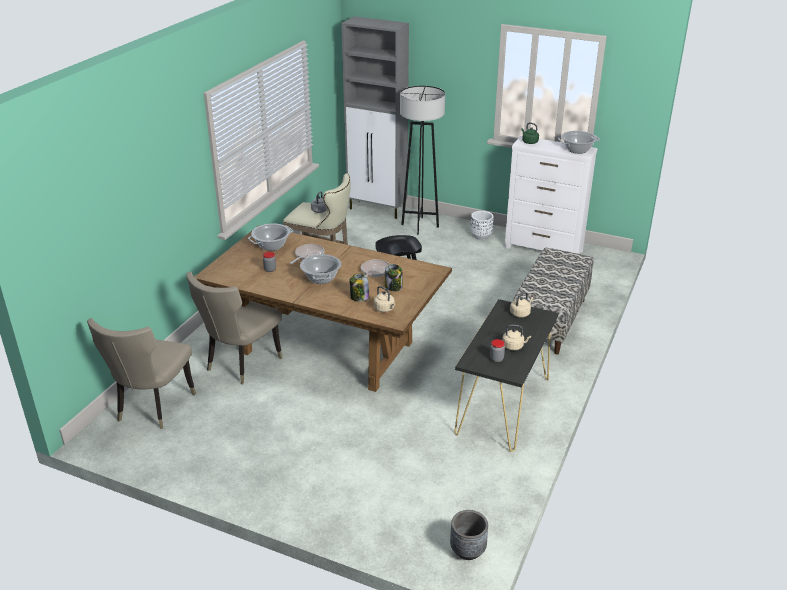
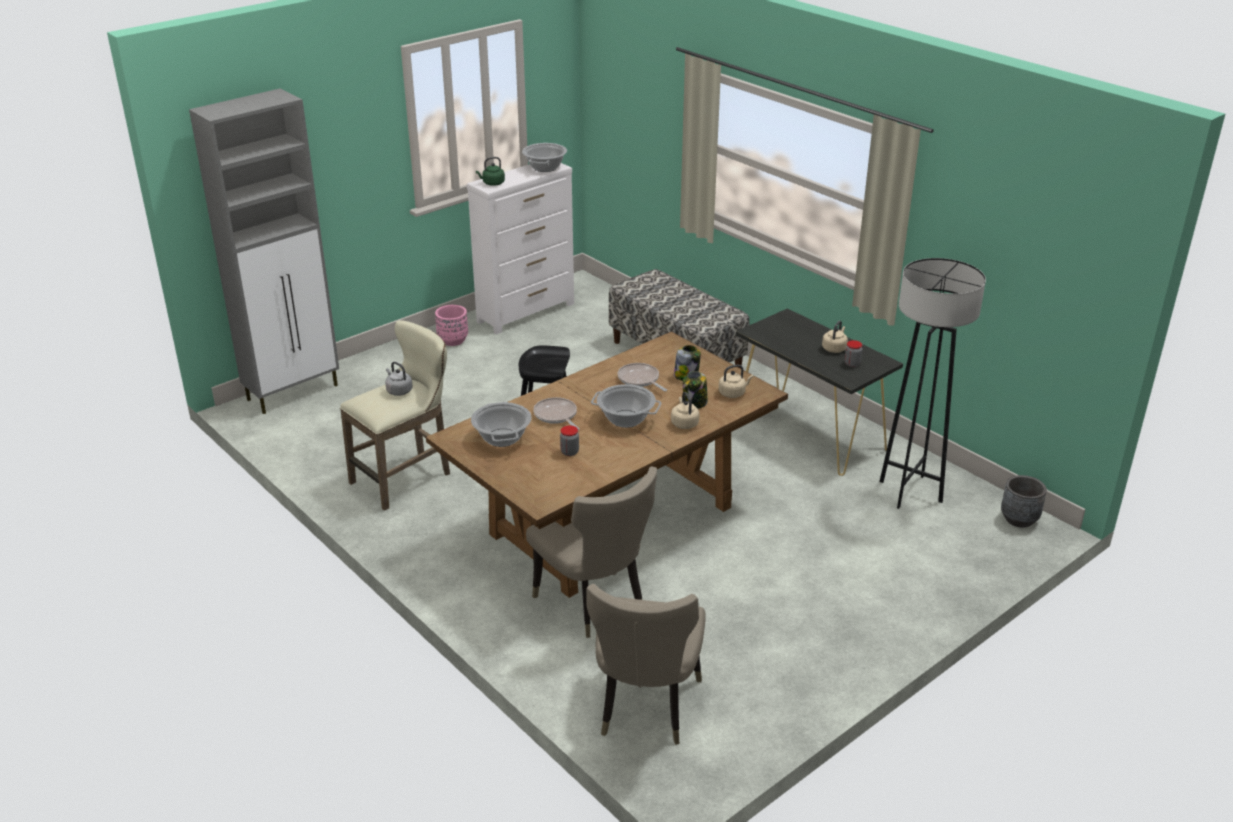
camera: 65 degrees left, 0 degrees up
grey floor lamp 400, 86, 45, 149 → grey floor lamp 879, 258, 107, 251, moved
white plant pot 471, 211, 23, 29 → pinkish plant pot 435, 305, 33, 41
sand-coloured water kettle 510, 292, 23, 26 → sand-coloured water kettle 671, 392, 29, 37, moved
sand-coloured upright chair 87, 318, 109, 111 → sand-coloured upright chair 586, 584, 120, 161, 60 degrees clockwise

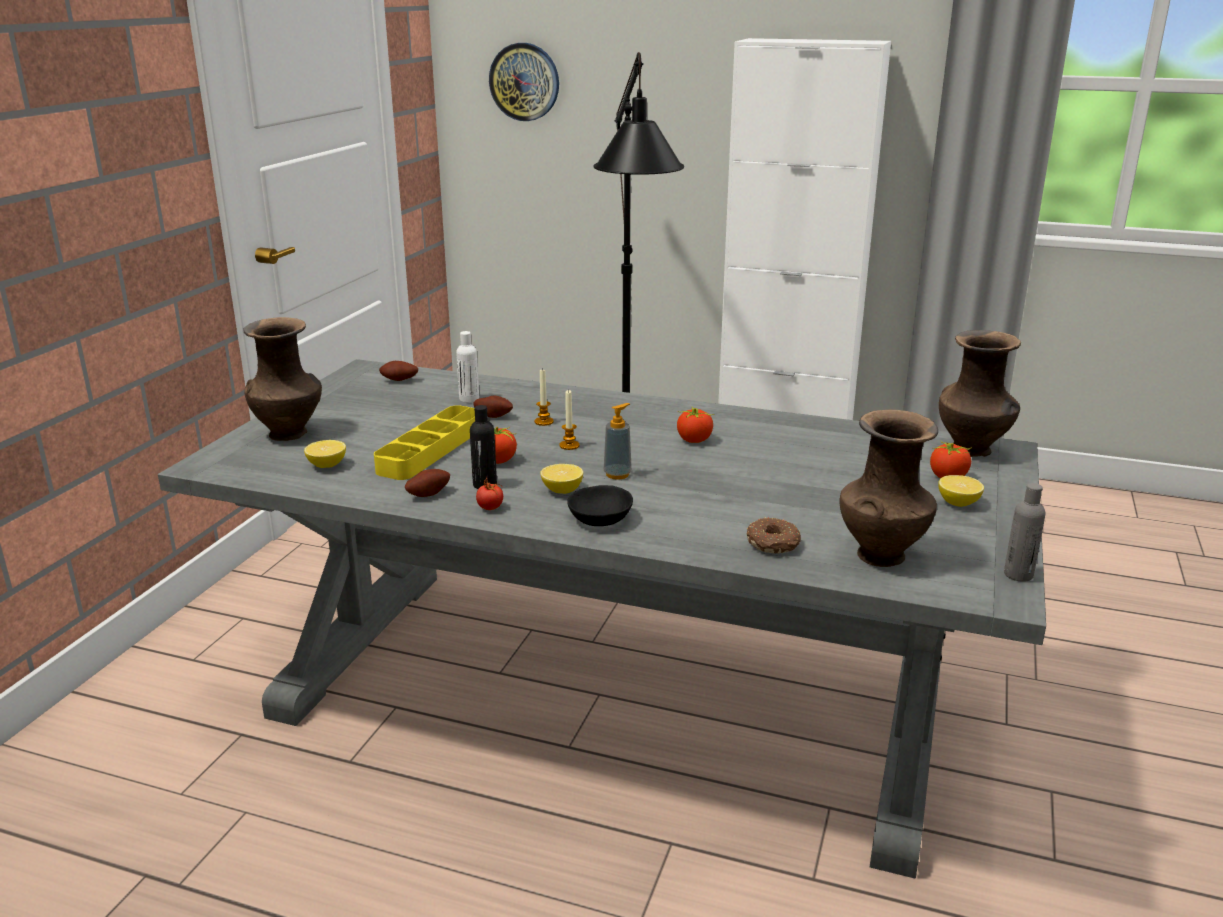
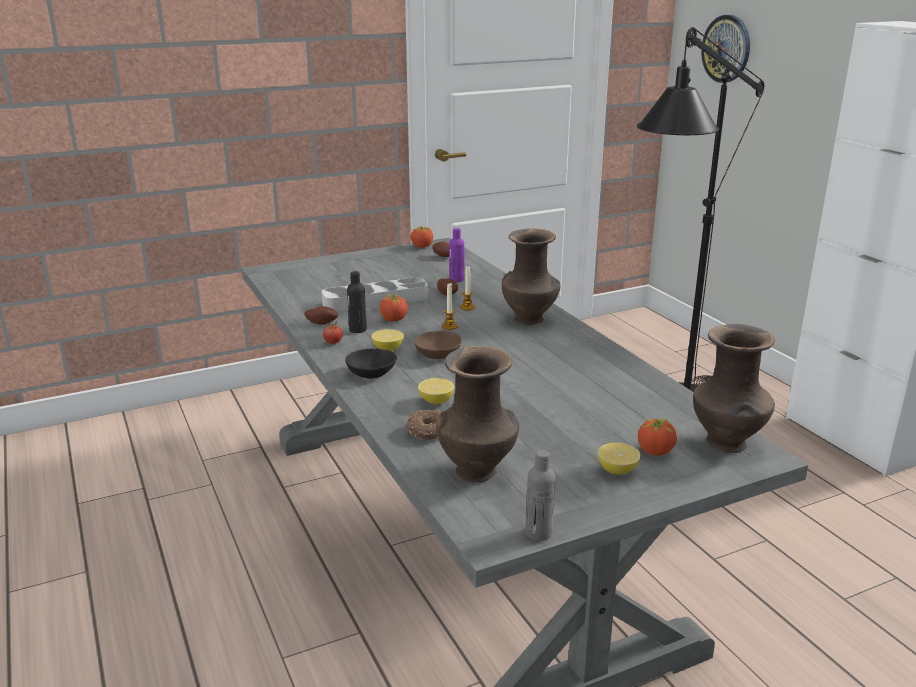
camera: 45 degrees right, 0 degrees up
brown decorative vase 243, 317, 79, 124 → brown decorative vase 502, 229, 59, 96, moved
white bottle 456, 331, 23, 72 → purplish bottle 449, 228, 15, 54
soap bottle 604, 403, 28, 77 → brown bowl 414, 331, 48, 28
yellow-coloured carrying tray 374, 405, 101, 75 → grey carrying tray 322, 278, 106, 33
fresh tomato 677, 407, 38, 36 → fresh tomato 409, 226, 24, 22, moved
citrus fruit 304, 440, 42, 28 → citrus fruit 418, 378, 36, 26, moved

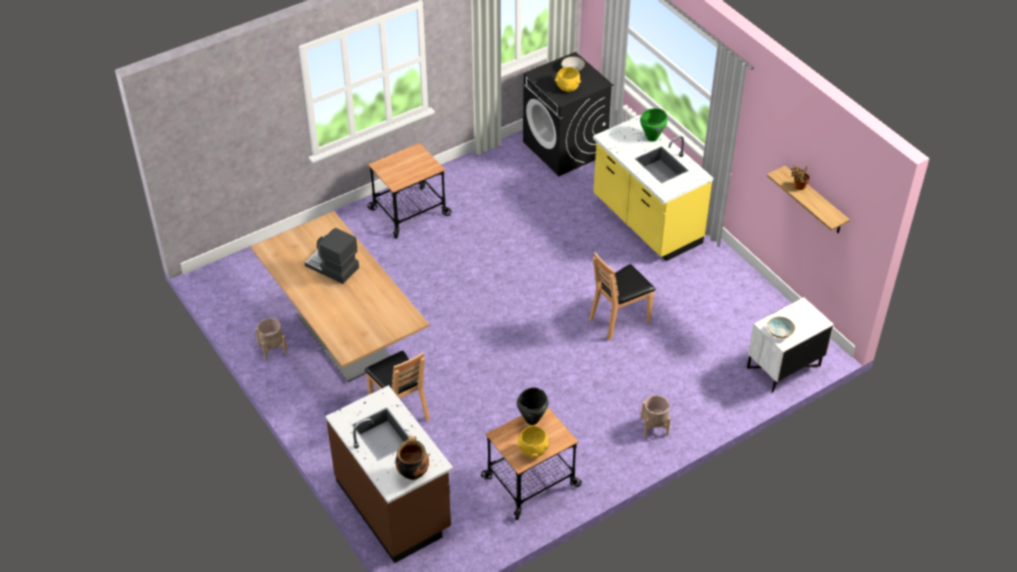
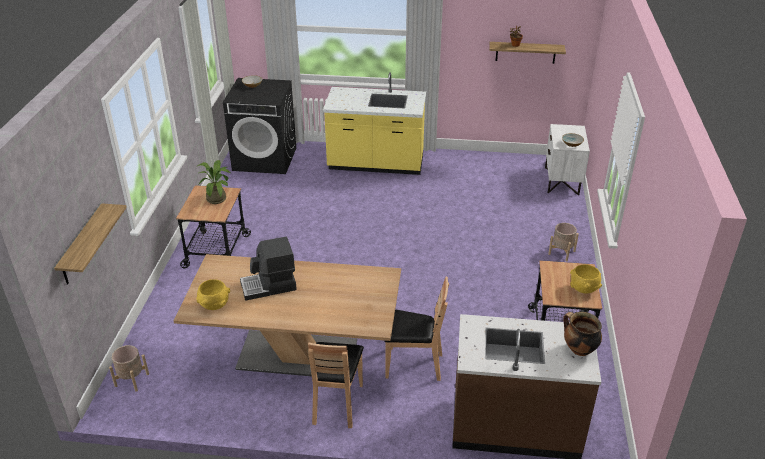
camera: 50 degrees left, 10 degrees down
yellow-coloured bowl 555, 67, 26, 25 → yellow-coloured bowl 196, 279, 34, 31, moved
greenish cooking pot 640, 108, 28, 34 → -
brown upright chair 589, 252, 67, 89 → brown upright chair 308, 342, 56, 86, moved
sand-coloured plant pot 256, 318, 32, 42 → sand-coloured plant pot 109, 345, 40, 47, moved
blackish cooking pot 517, 388, 31, 37 → -
- → houseplant 197, 160, 33, 44
- → wall shelf 54, 203, 73, 82

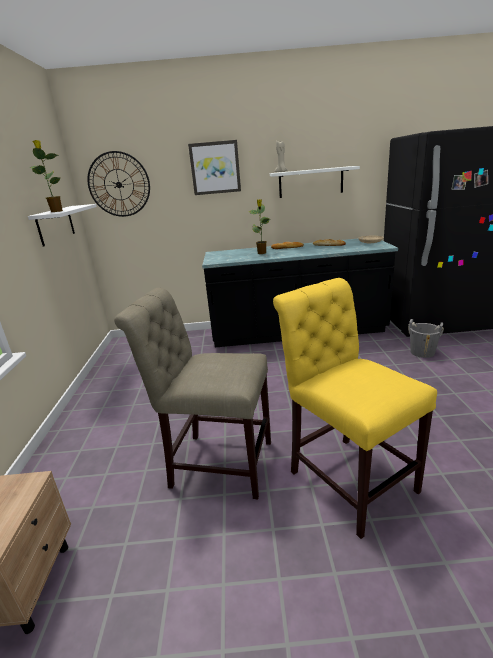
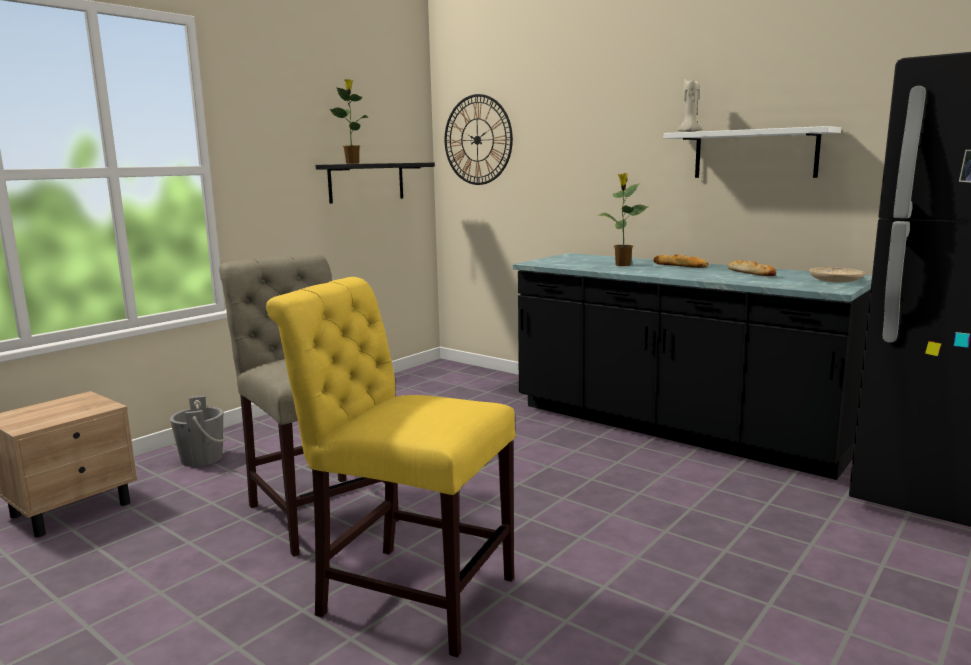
camera: 40 degrees right, 10 degrees down
wall picture 188, 140, 53, 55 → -
white wall shelf 28, 204, 69, 43 → blackish wall shelf 315, 163, 120, 41
yellow-coloured upright chair 273, 278, 164, 261 → yellow-coloured upright chair 266, 277, 250, 380, 75 degrees counterclockwise
grey pail 408, 319, 36, 39 → grey pail 170, 396, 56, 71, moved

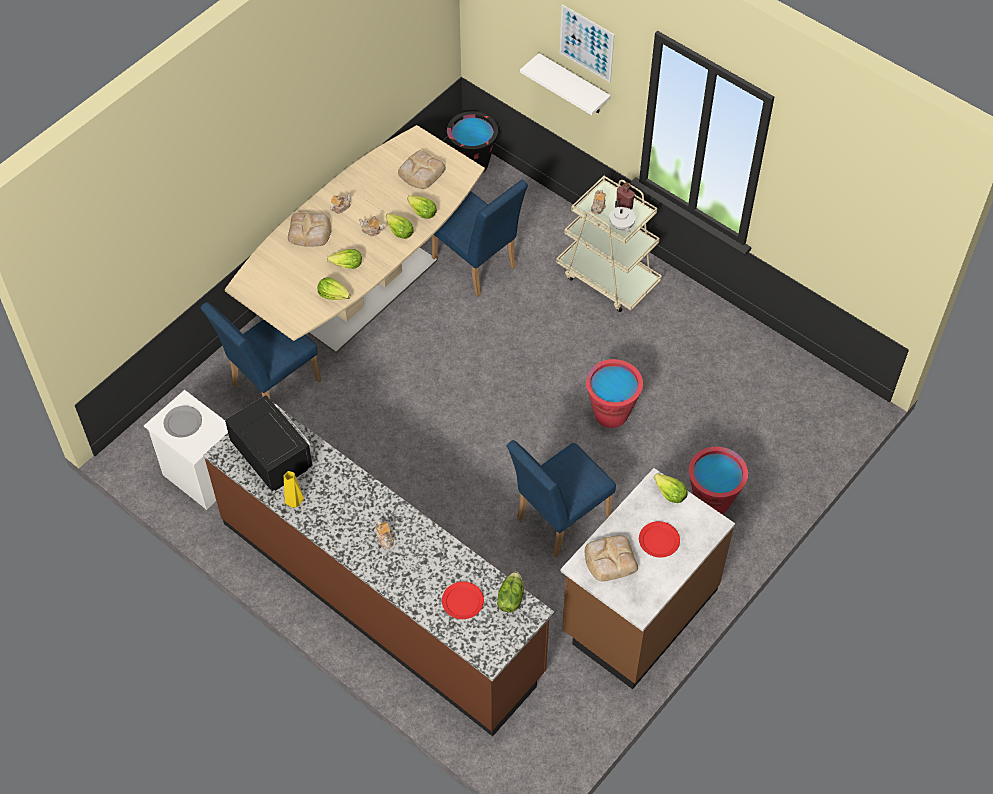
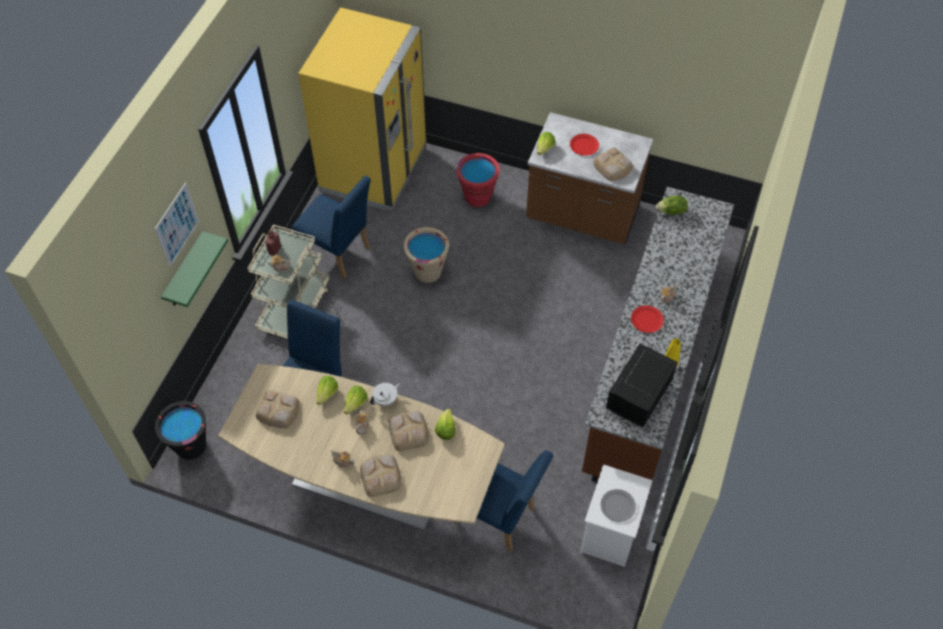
camera: 110 degrees left, 0 degrees up
white wall shelf 520, 53, 91, 62 → greenish wall shelf 161, 231, 67, 76
white tea pot 609, 200, 27, 32 → white tea pot 370, 383, 31, 23, moved
lettuce 327, 249, 35, 20 → baked bread 388, 411, 41, 40
reddish pail 586, 359, 57, 69 → sand-coloured pail 404, 227, 45, 56
blue upright chair 506, 440, 110, 118 → blue upright chair 292, 176, 79, 103, moved
reddish plate 442, 582, 42, 37 → reddish plate 631, 305, 33, 28, moved
- → yellow-coloured fridge 298, 7, 129, 204

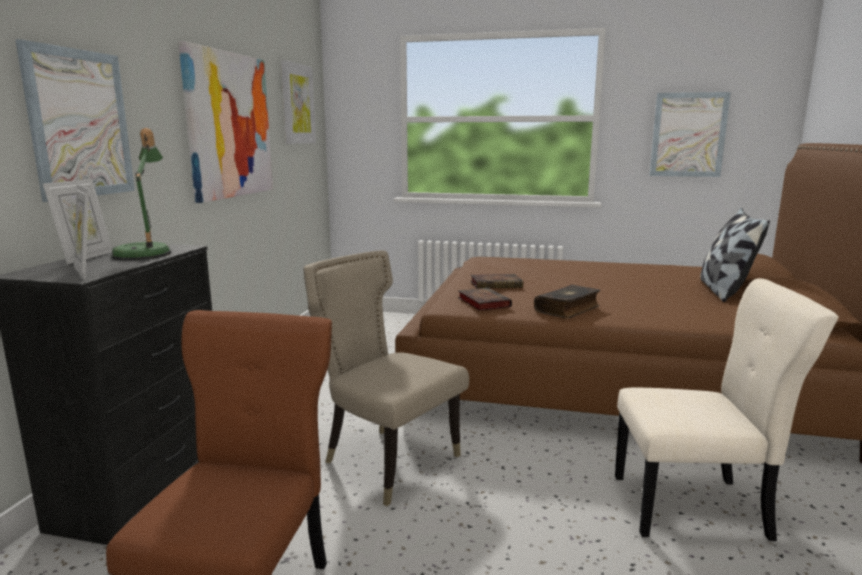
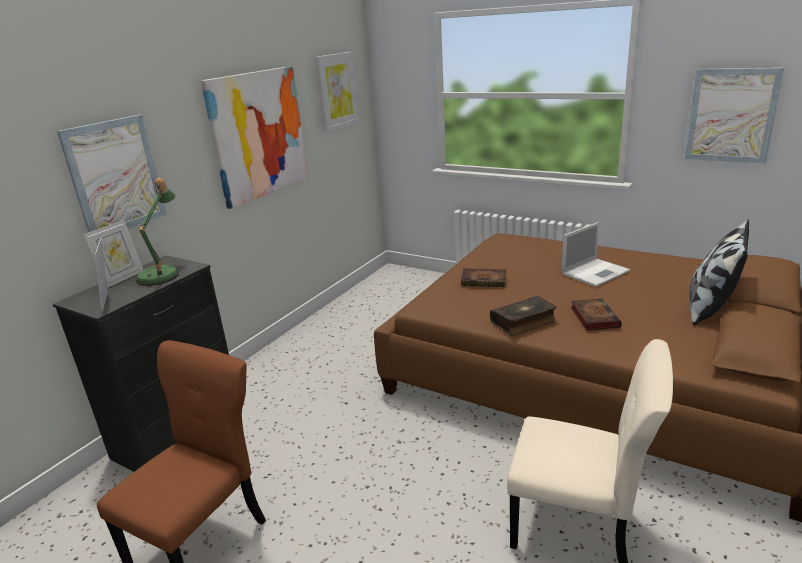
camera: 20 degrees right, 10 degrees up
sand-coloured upright chair 303, 250, 166, 256 → -
volume 458, 288, 54, 23 → volume 571, 298, 51, 33, moved
- → notebook computer 561, 222, 69, 65

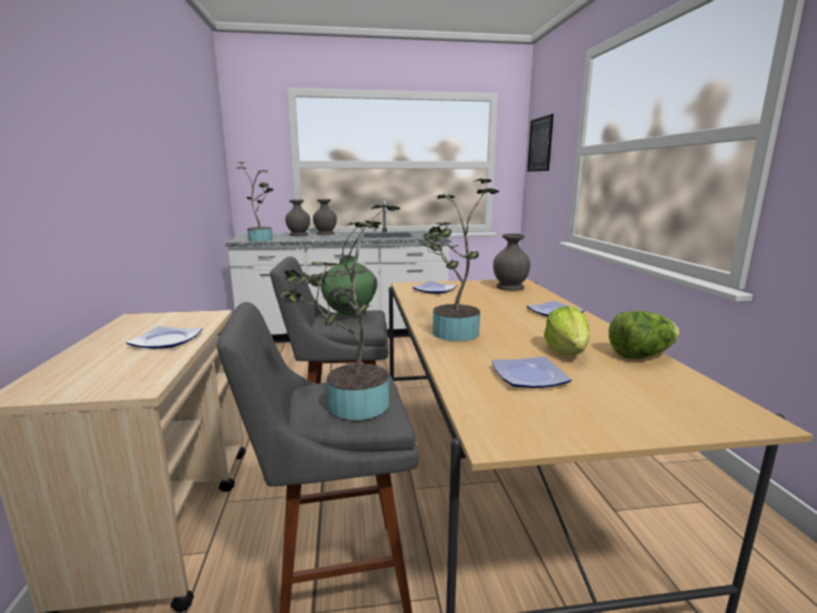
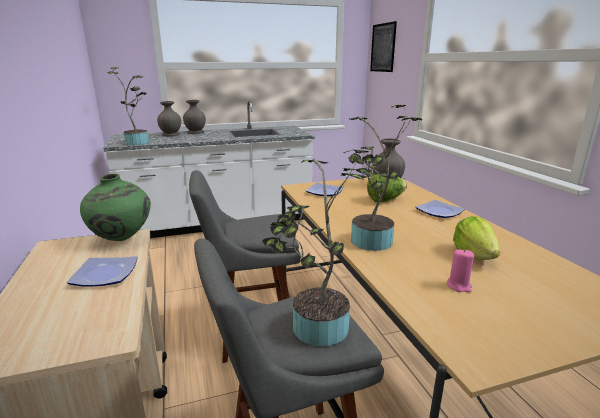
camera: 10 degrees left, 5 degrees up
greenish decorative vase 321, 256, 57, 60 → greenish decorative vase 80, 174, 71, 67, moved
lettuce 609, 311, 71, 48 → lettuce 367, 174, 40, 28, moved
plate 492, 356, 80, 32 → pinkish wax light 447, 249, 27, 43

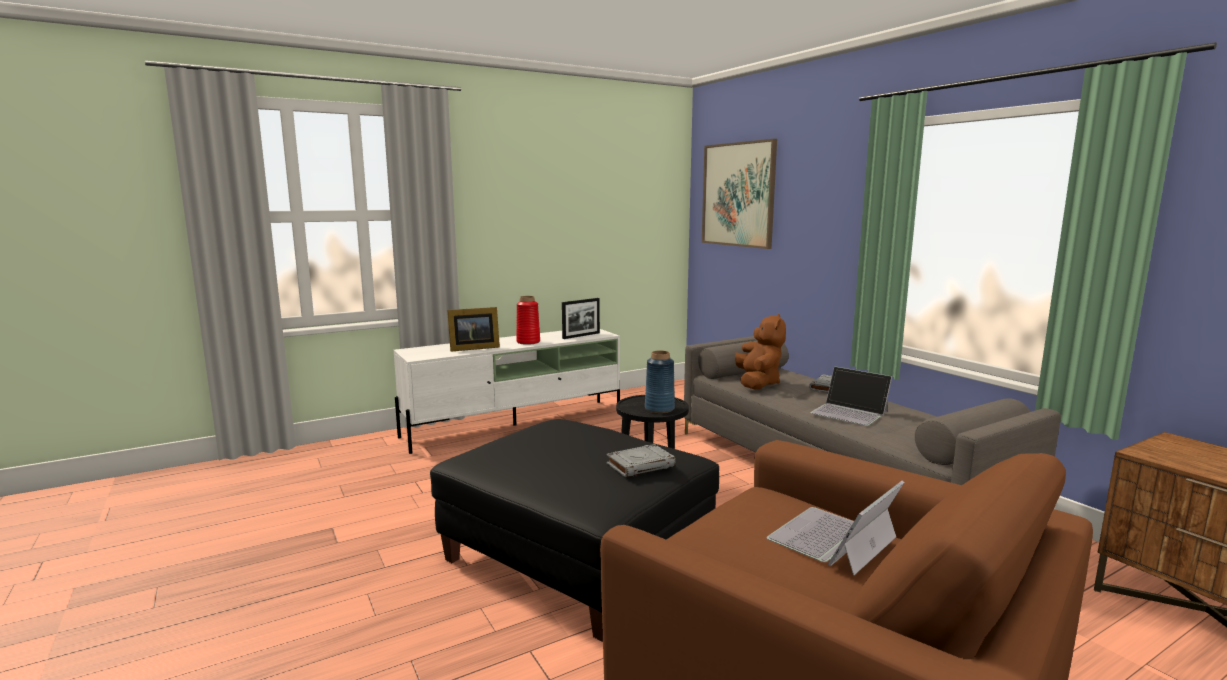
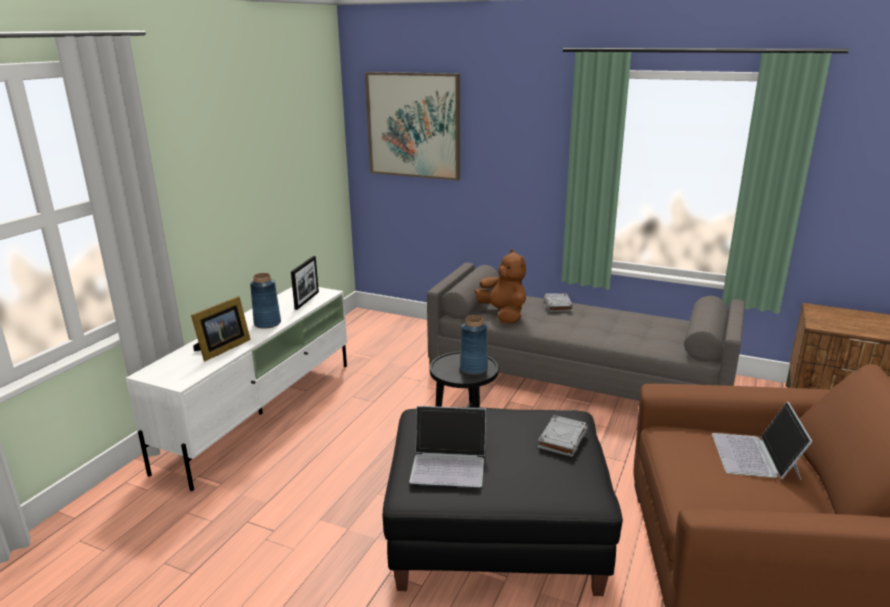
camera: 35 degrees left, 10 degrees up
reddish decorative vase 516, 296, 24, 49 → blue decorative vase 250, 273, 31, 56
notebook computer 810, 366, 82, 60 → notebook computer 409, 406, 77, 81, moved

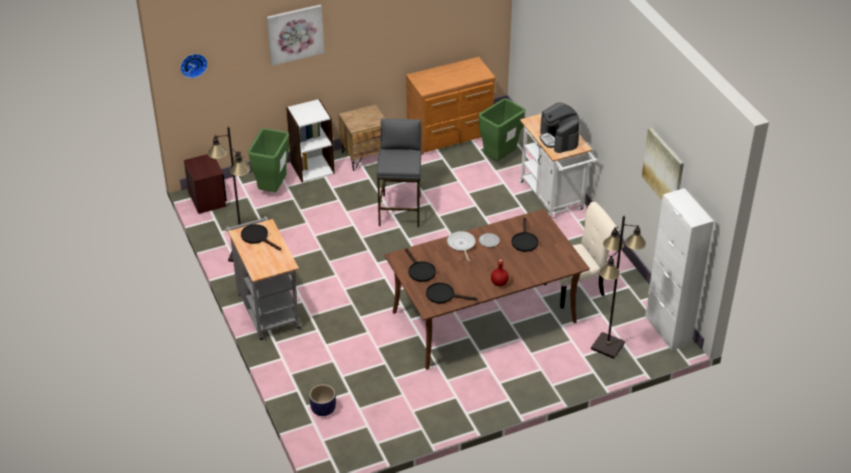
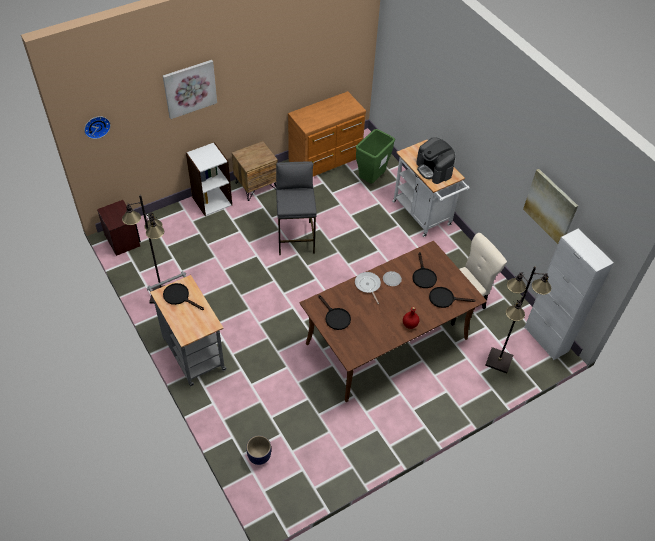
camera: 10 degrees left, 10 degrees up
greenish trash can 248, 128, 41, 64 → -
blackish pan 426, 283, 51, 21 → blackish pan 429, 287, 47, 21, moved

